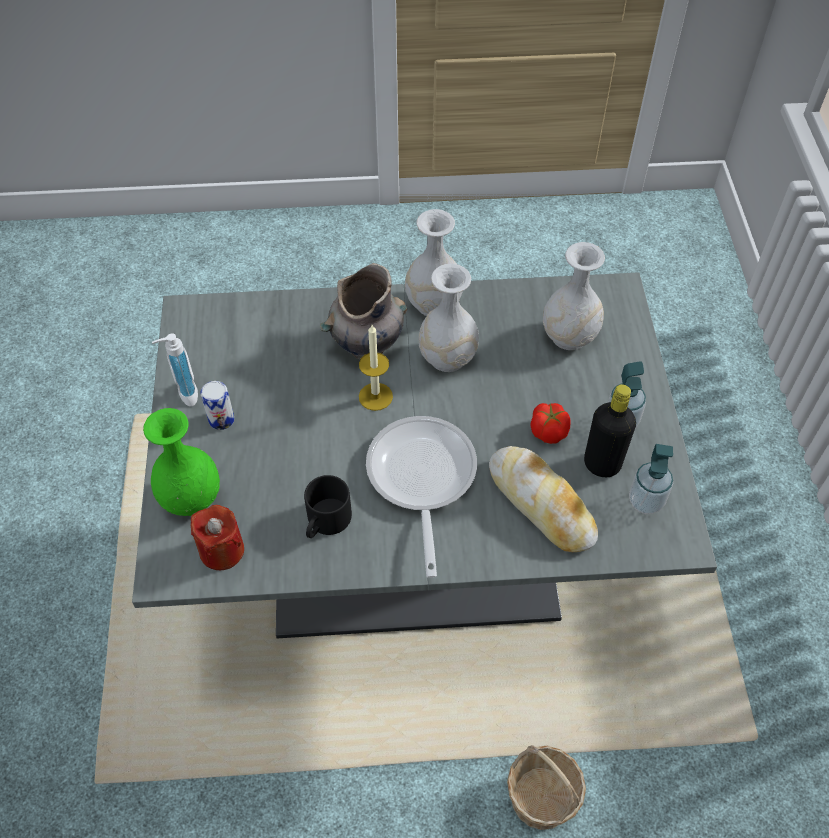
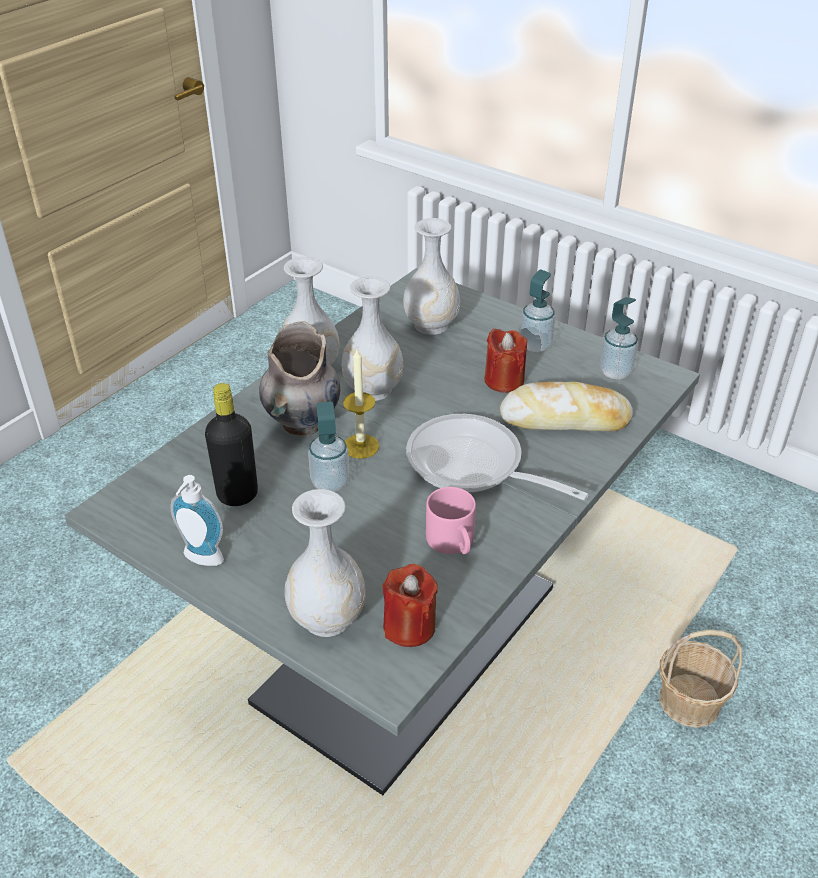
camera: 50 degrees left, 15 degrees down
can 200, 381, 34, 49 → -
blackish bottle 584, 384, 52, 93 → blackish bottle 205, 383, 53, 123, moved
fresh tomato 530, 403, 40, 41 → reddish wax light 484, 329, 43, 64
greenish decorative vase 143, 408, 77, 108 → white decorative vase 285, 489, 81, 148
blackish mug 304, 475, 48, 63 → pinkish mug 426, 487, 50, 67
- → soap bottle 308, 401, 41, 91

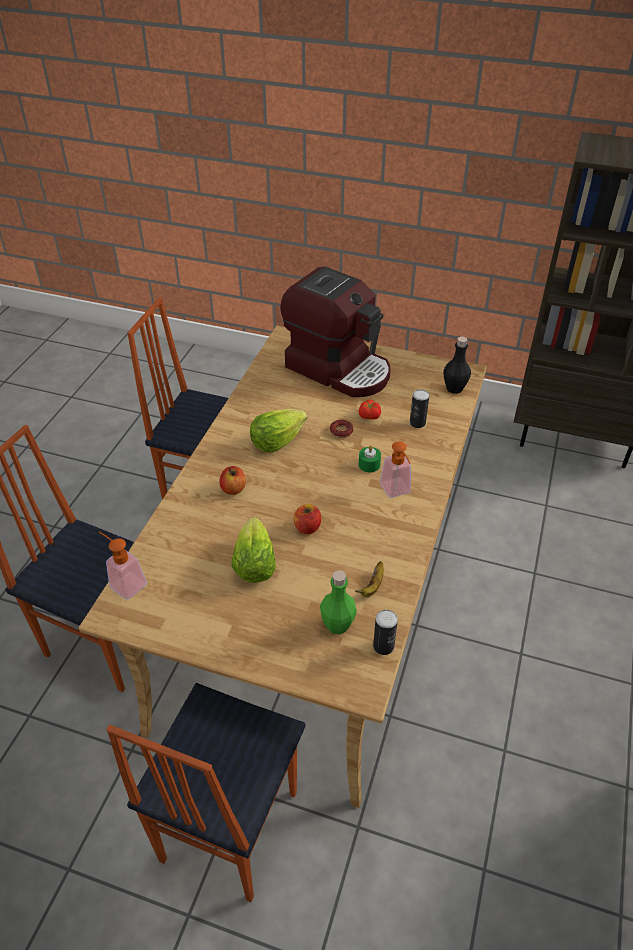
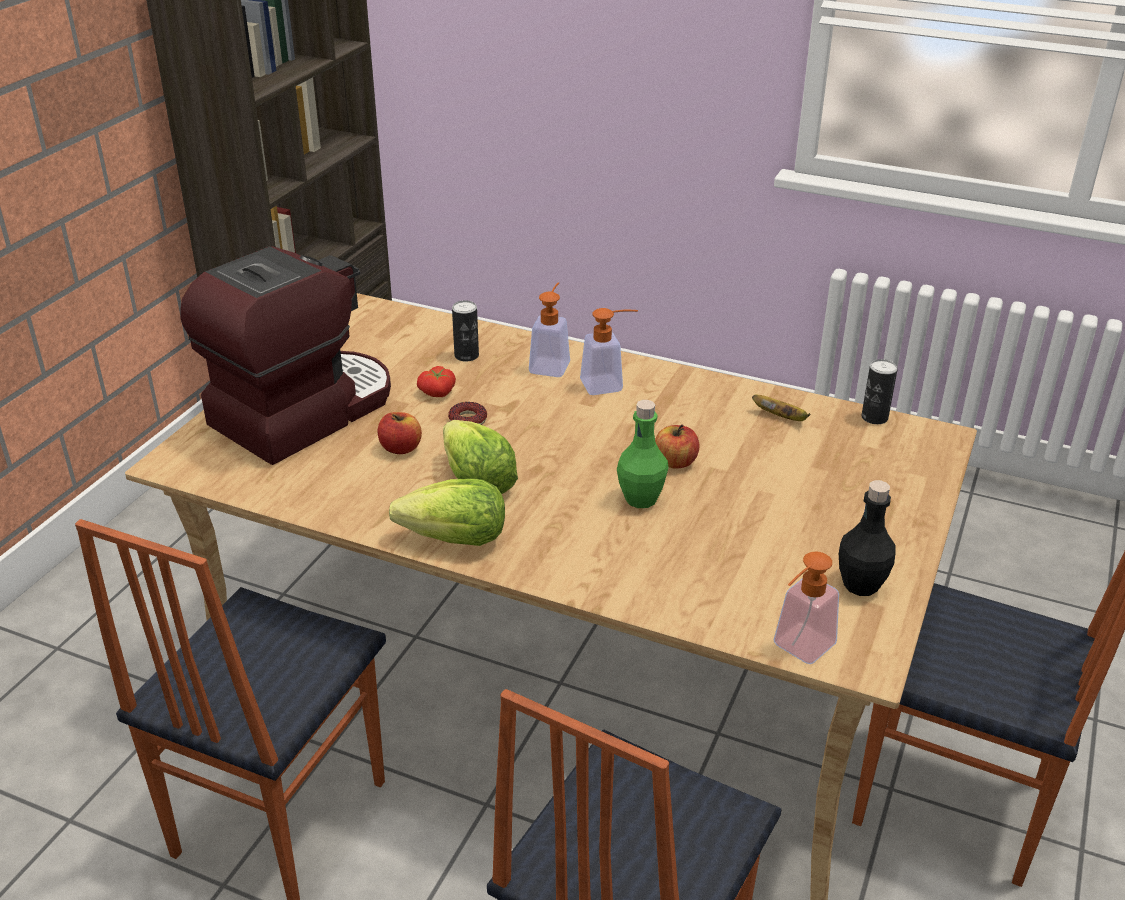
camera: 85 degrees left, 10 degrees down
blackish bottle 443, 336, 28, 58 → blackish bottle 839, 480, 57, 116, moved
greenish wax light 359, 445, 22, 27 → -
apple fruit 219, 466, 27, 29 → apple fruit 378, 412, 44, 42, moved
lettuce 231, 517, 45, 66 → lettuce 389, 479, 116, 67, moved
greenish bottle 320, 570, 37, 64 → greenish bottle 617, 400, 52, 108, moved
- → soap bottle 529, 282, 41, 95

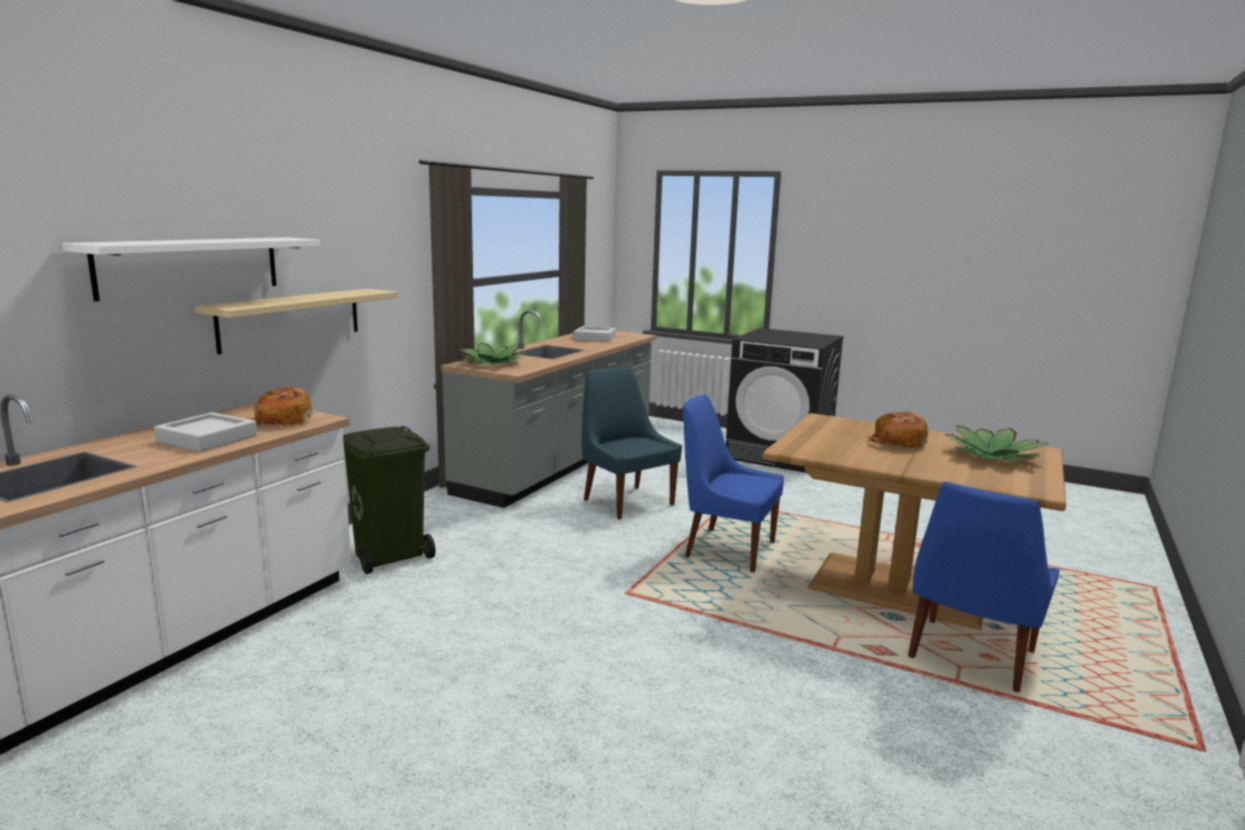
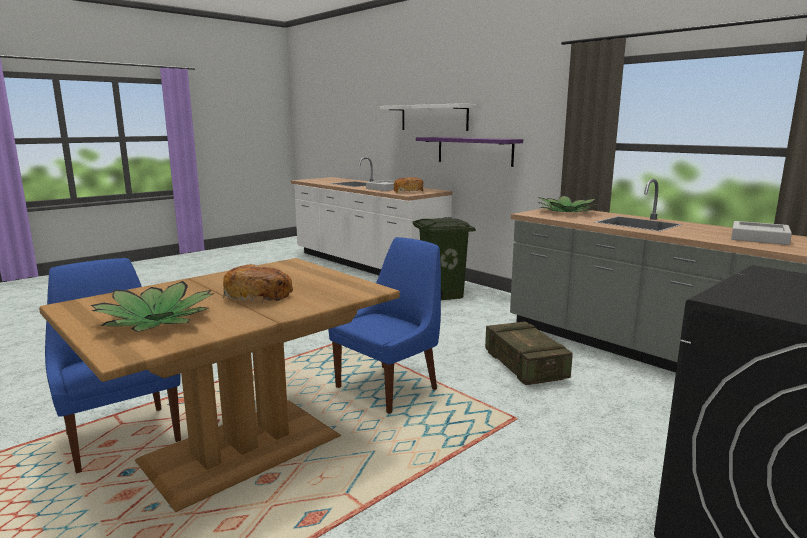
camera: 110 degrees right, 0 degrees up
sand-coloured wall shelf 195, 289, 203, 65 → purplish wall shelf 416, 137, 107, 30
blue upright chair 582, 367, 100, 152 → shipping crate 485, 321, 88, 64

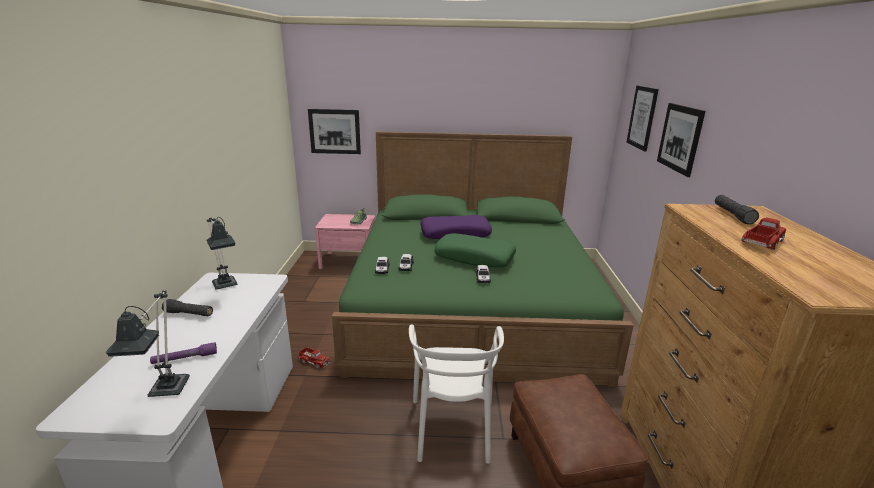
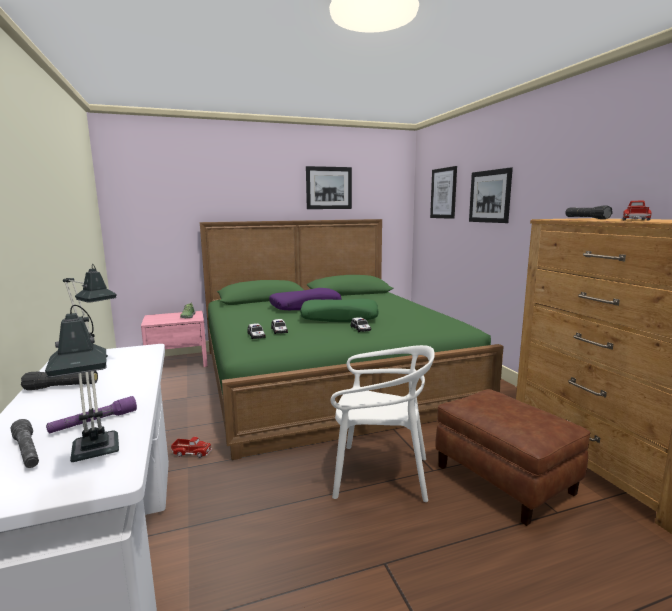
camera: 20 degrees left, 10 degrees down
wall picture 308, 109, 53, 45 → wall picture 306, 166, 46, 43, moved
white upright chair 409, 324, 95, 140 → white upright chair 331, 345, 104, 157, 60 degrees counterclockwise
- → grey hand torch 11, 419, 28, 49

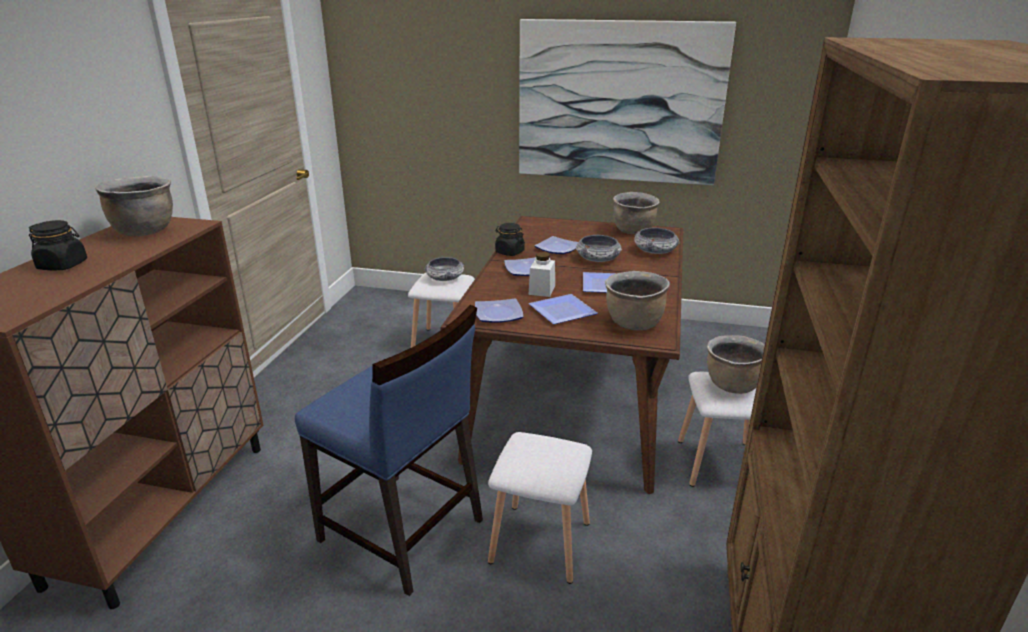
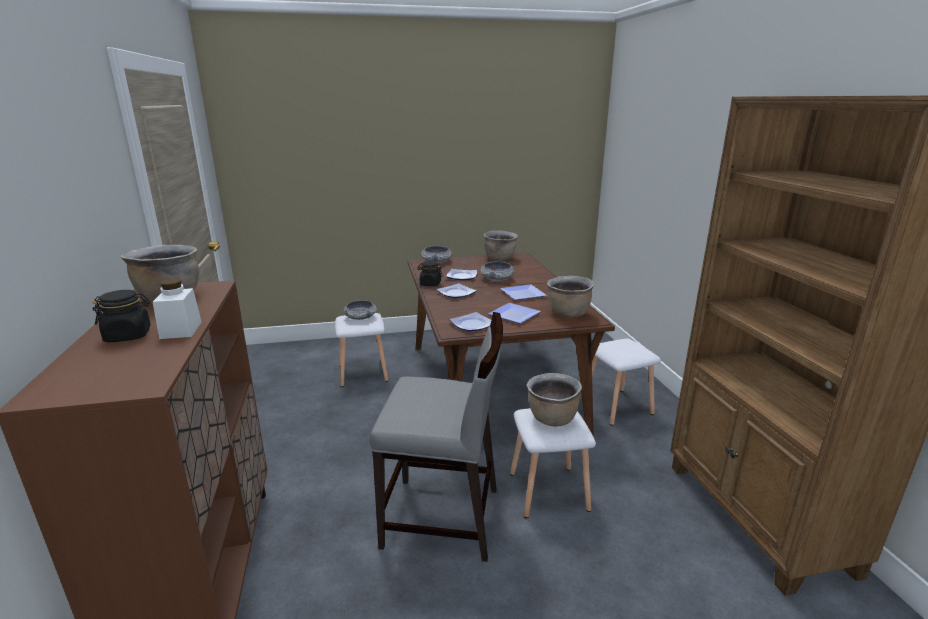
camera: 25 degrees left, 5 degrees down
wall picture 519, 19, 217, 166 → -
bowl 634, 228, 46, 26 → bowl 421, 246, 32, 17, moved
white jar 529, 252, 26, 45 → white jar 153, 278, 49, 61, moved
blue upright chair 295, 305, 188, 291 → grey upright chair 370, 312, 133, 250
brown cooking pot 707, 335, 58, 59 → brown cooking pot 527, 373, 55, 53, moved

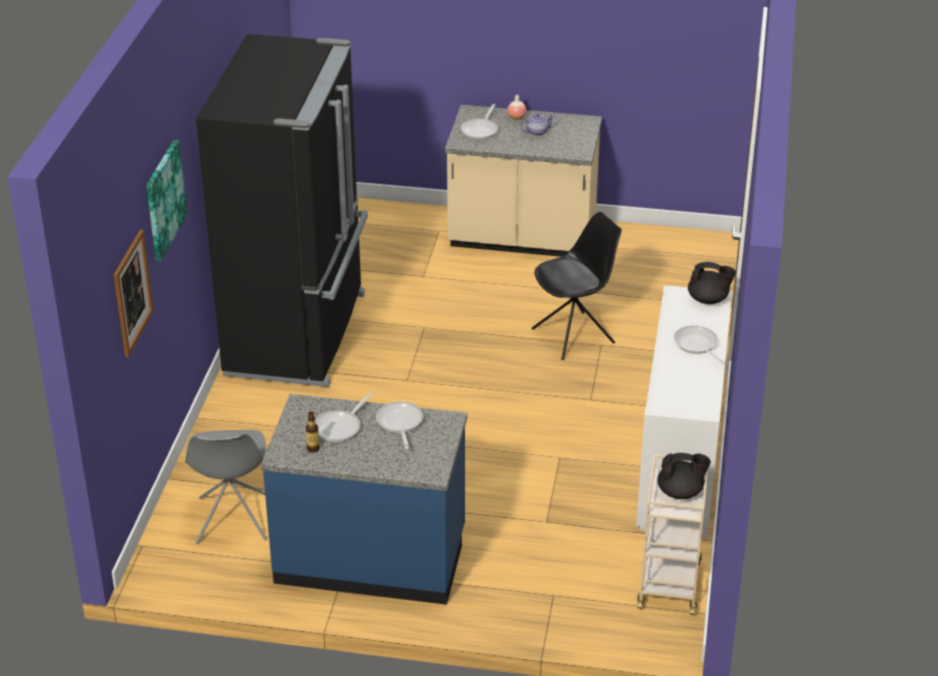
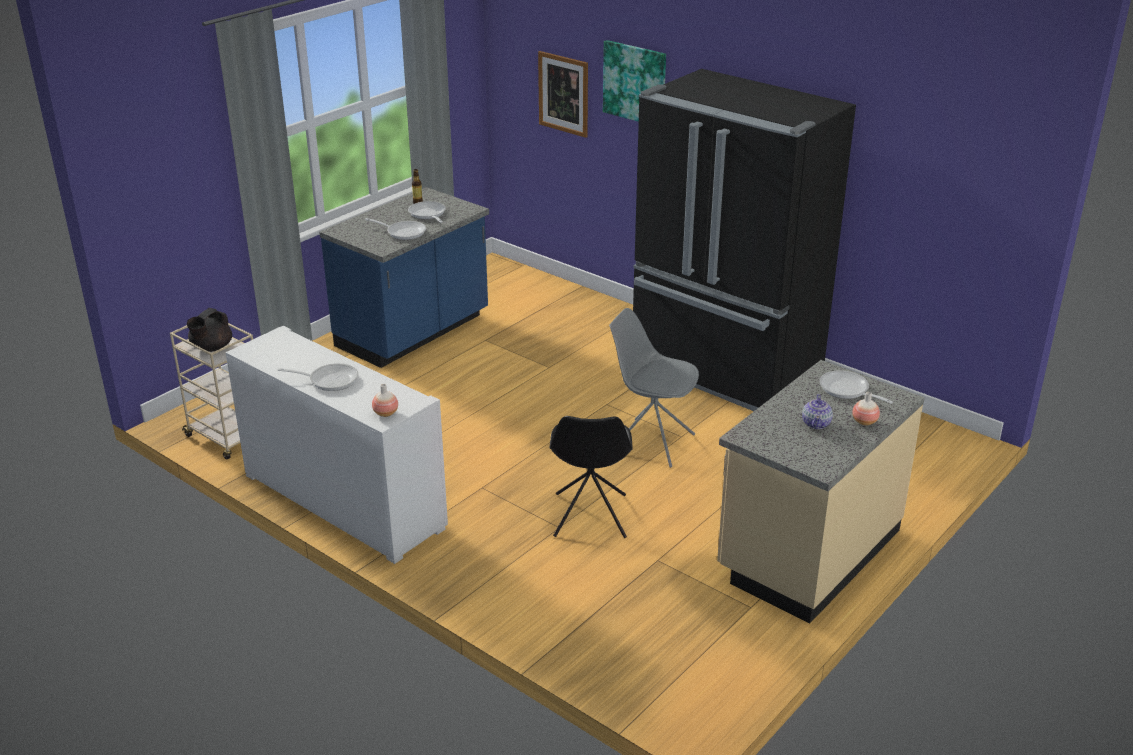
camera: 120 degrees right, 5 degrees down
blackish tea pot 688, 262, 48, 42 → decorative vase 372, 384, 26, 33
grey upright chair 185, 430, 82, 114 → grey upright chair 609, 308, 90, 160, moved

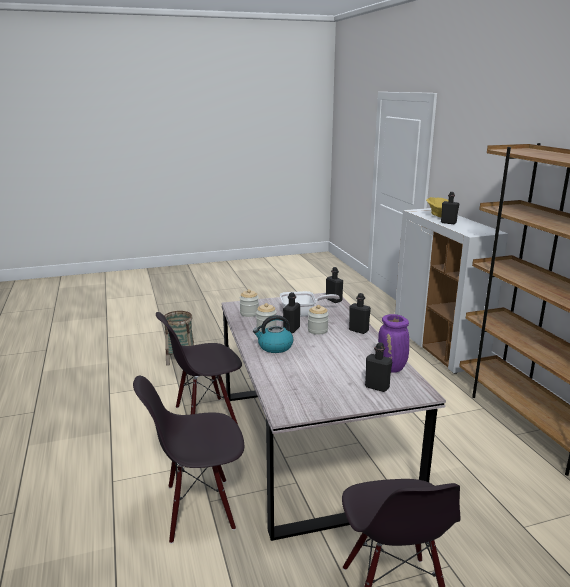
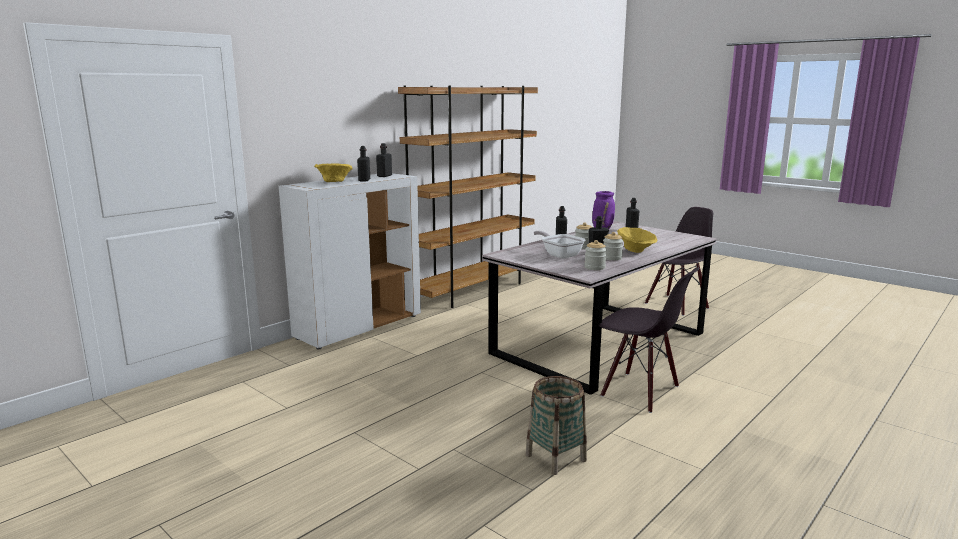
camera: 120 degrees left, 5 degrees down
blackish bottle 326, 267, 17, 36 → blackish bottle 376, 143, 16, 34, moved
water kettle 253, 315, 41, 38 → yellow-coloured bowl 617, 227, 40, 26
blackish upright chair 133, 376, 111, 168 → -

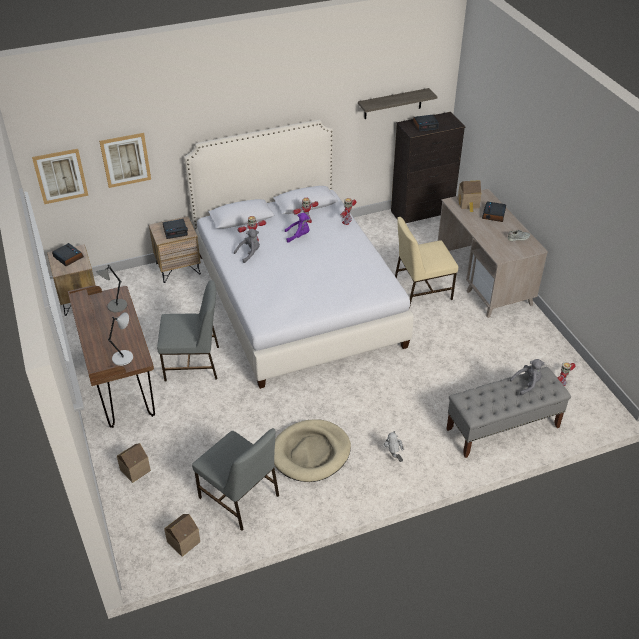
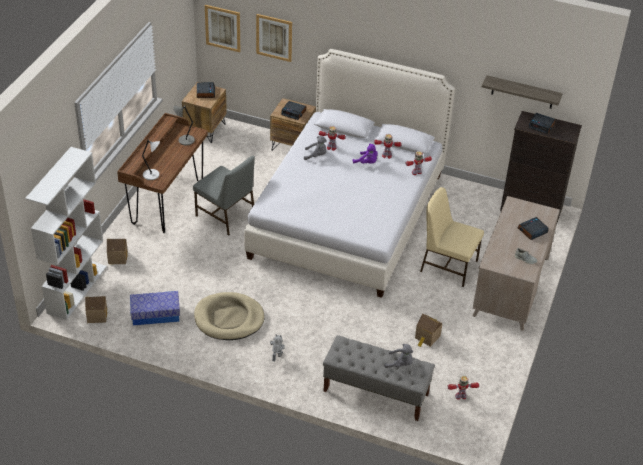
camera: 40 degrees right, 0 degrees up
model house 458, 180, 23, 32 → model house 415, 314, 27, 33, moved
grey upright chair 192, 428, 87, 103 → storage bin 130, 291, 50, 34
- → white shelving unit 25, 147, 82, 173

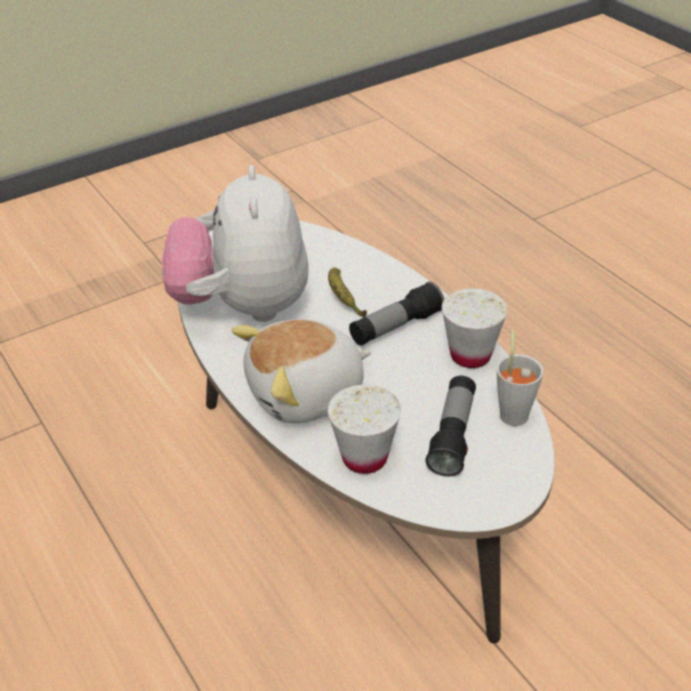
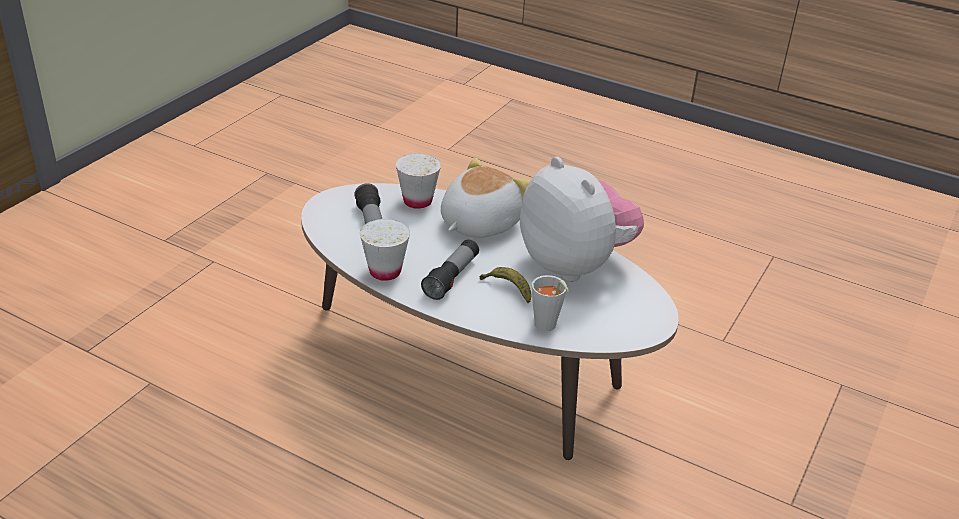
camera: 150 degrees right, 5 degrees down
grey cup 497, 330, 46, 96 → grey cup 532, 275, 37, 56, moved

